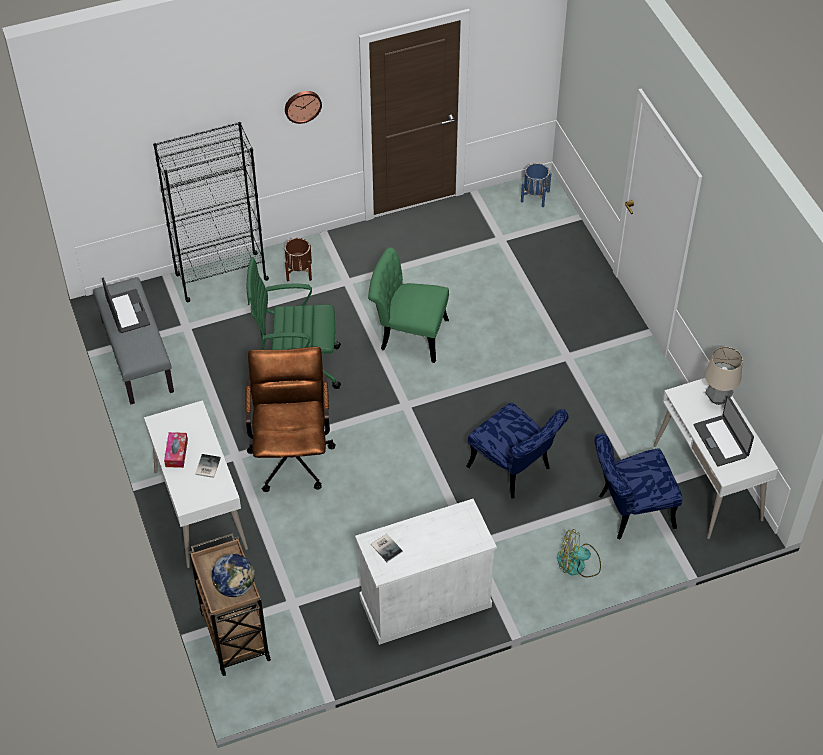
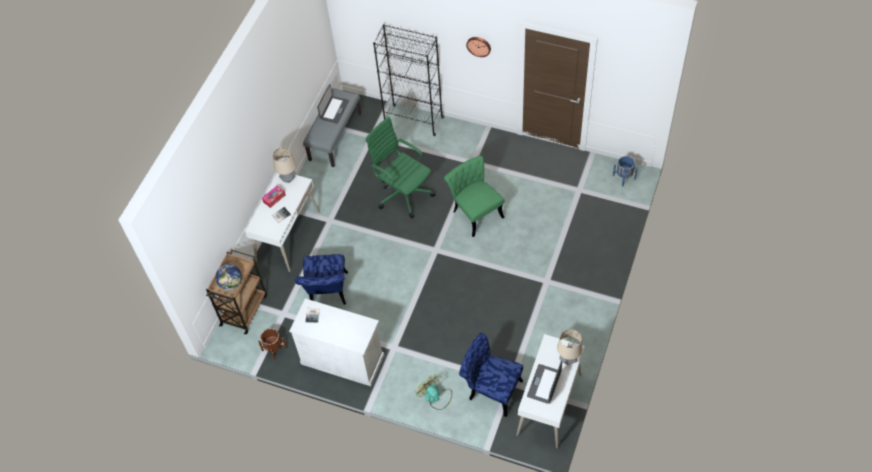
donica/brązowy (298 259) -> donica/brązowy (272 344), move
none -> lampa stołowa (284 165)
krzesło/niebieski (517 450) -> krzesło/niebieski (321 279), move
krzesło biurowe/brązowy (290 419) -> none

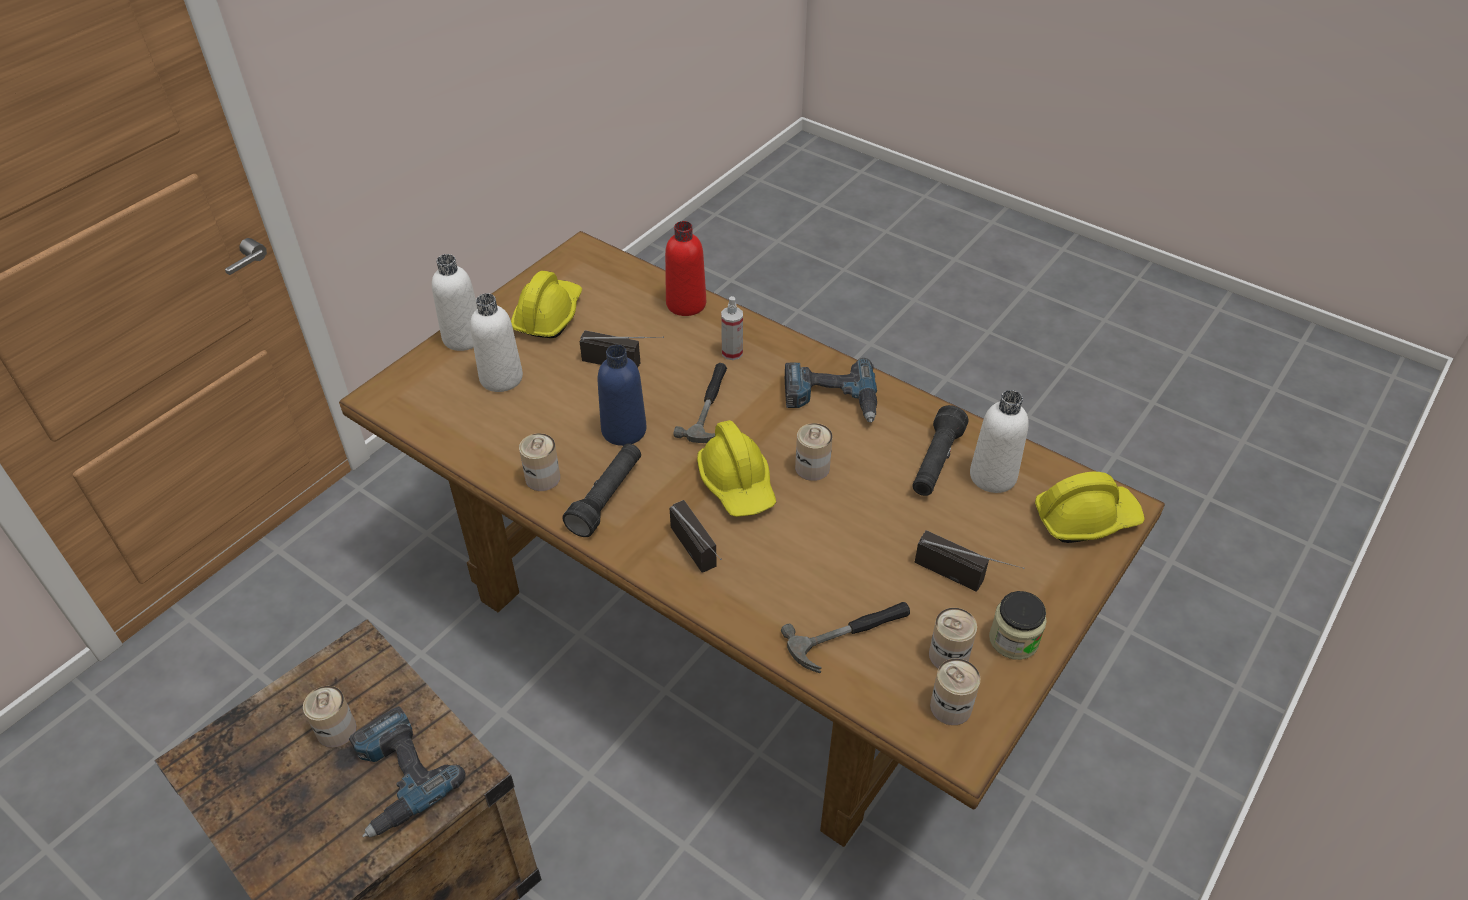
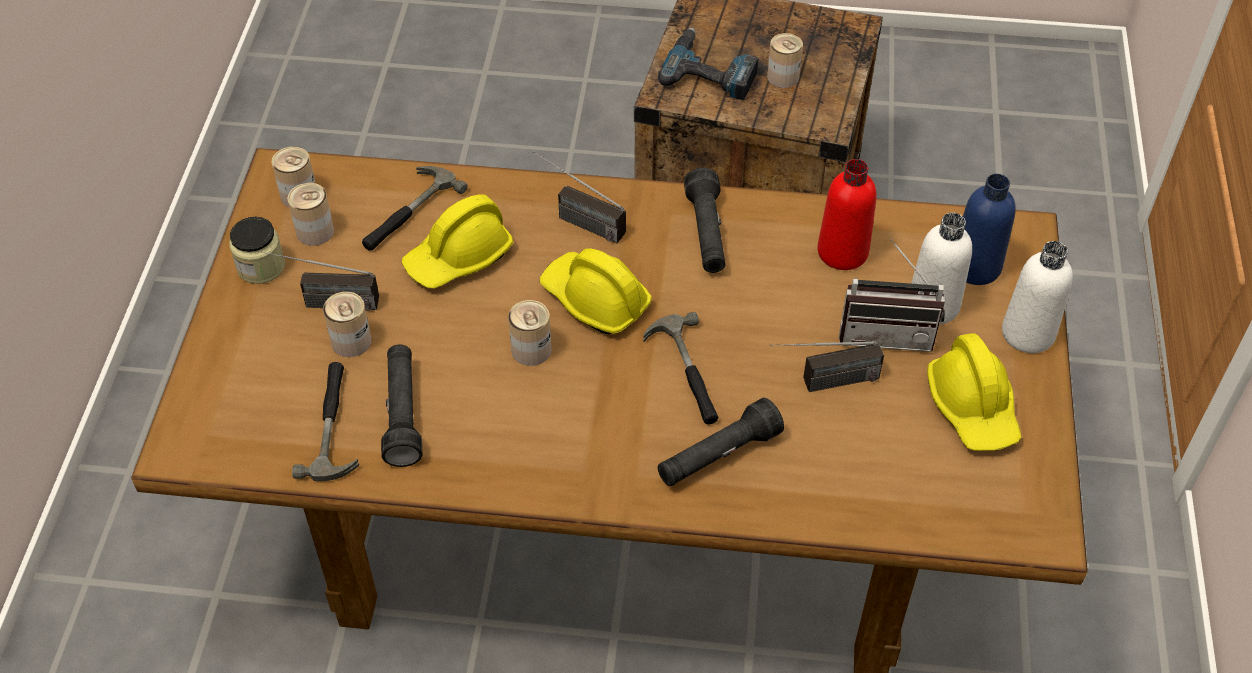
butelka/biały (999 441) -> młotek (325 421)
puszka (539 462) -> puszka (347 324), move
kask/żółty (1090 507) -> kask/żółty (457 241), move
spryskiwacz (732 328) -> latarka/czarny (721 442)
butelka/czerwony (685 268) -> butelka/czerwony (847 214), move
none -> radio (892 295)
butelka/niebieski (622 395) -> butelka/niebieski (989 229), move
wiertarka (831 390) -> none

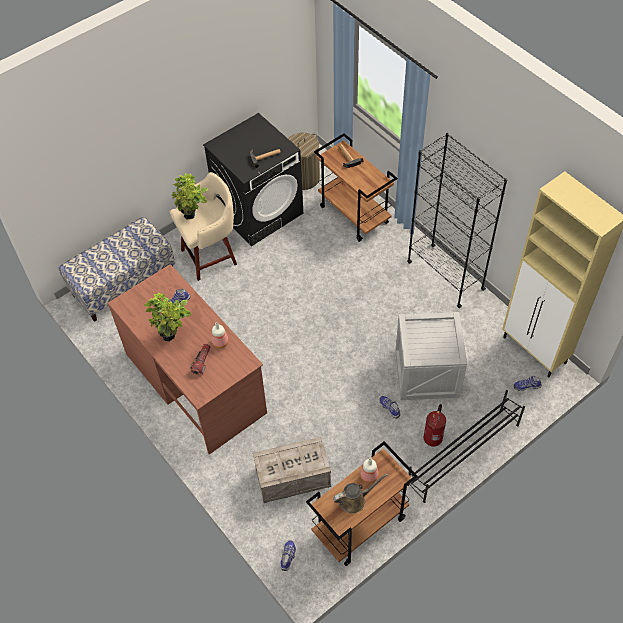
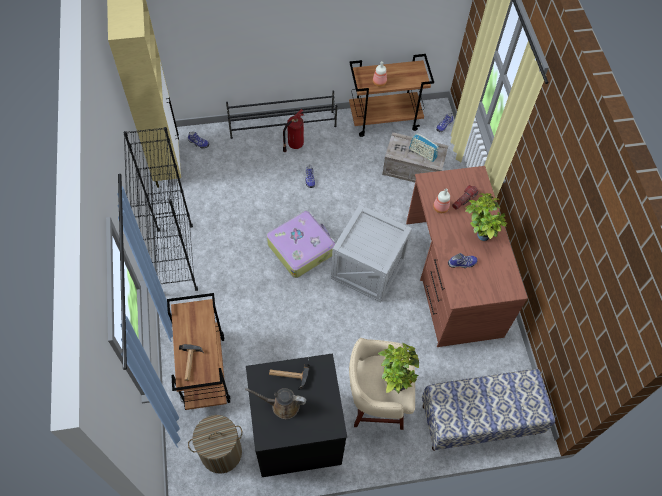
konewka/brązowy (360 493) -> konewka/brązowy (275 403), move
none -> walizka (301 244)
skrzynka (431 356) -> skrzynka (371 254), move
none -> radio (424 148)

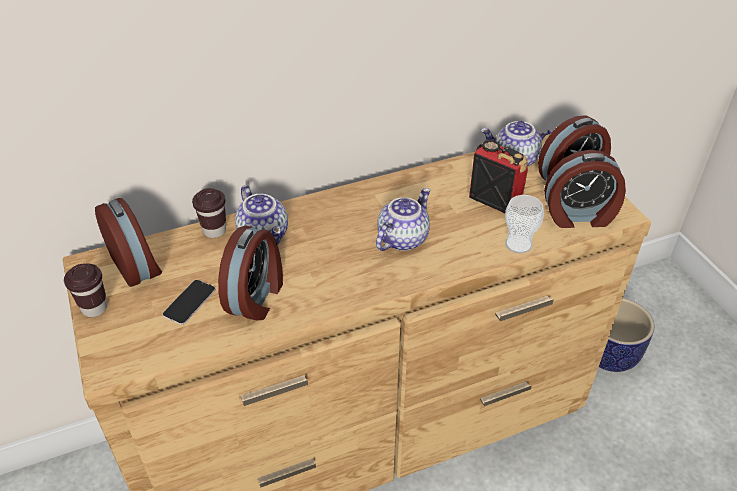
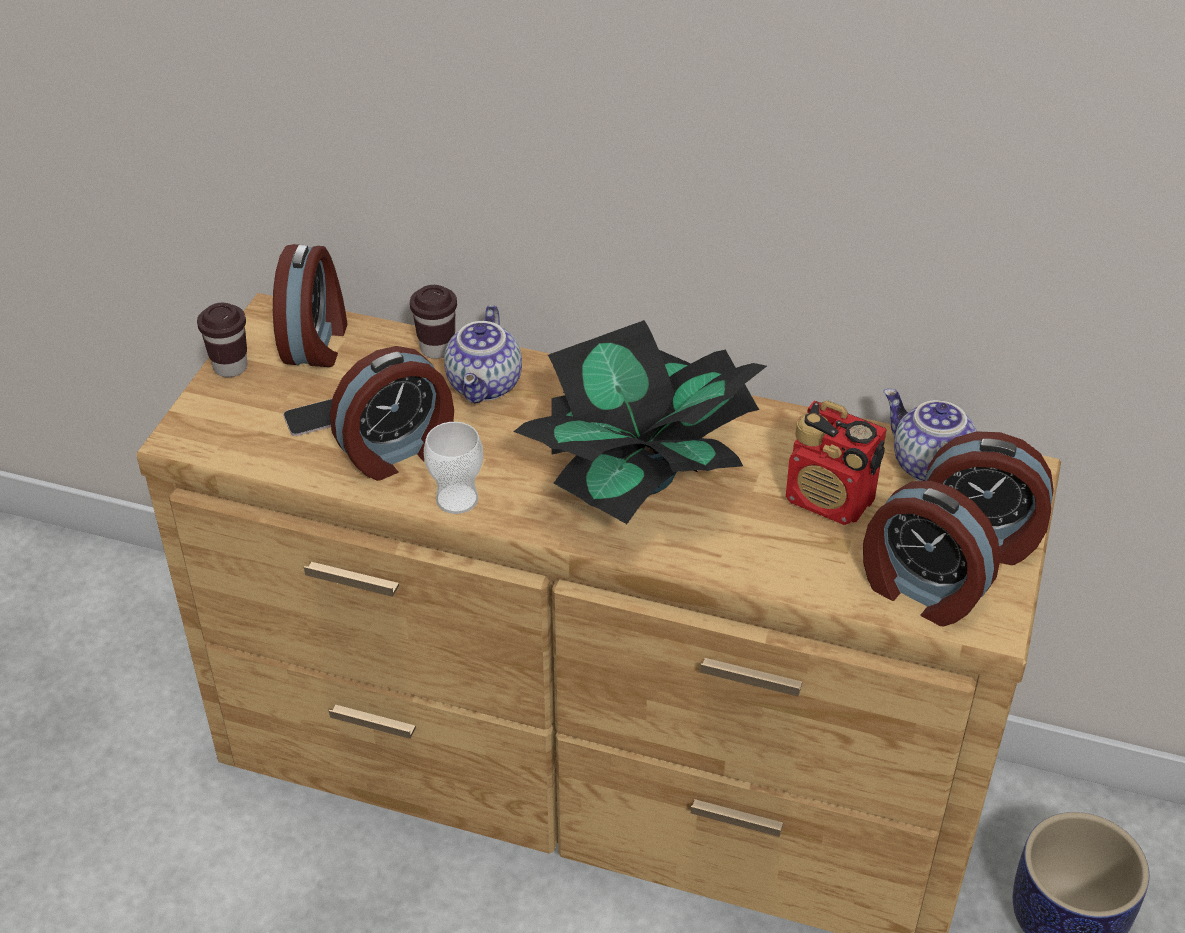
filiżanka (524 224) -> filiżanka (453 468), move
imbryk (403 219) -> roślina doniczkowa (640 422)
radio (498 176) -> radio (836 463), 135 degrees clockwise

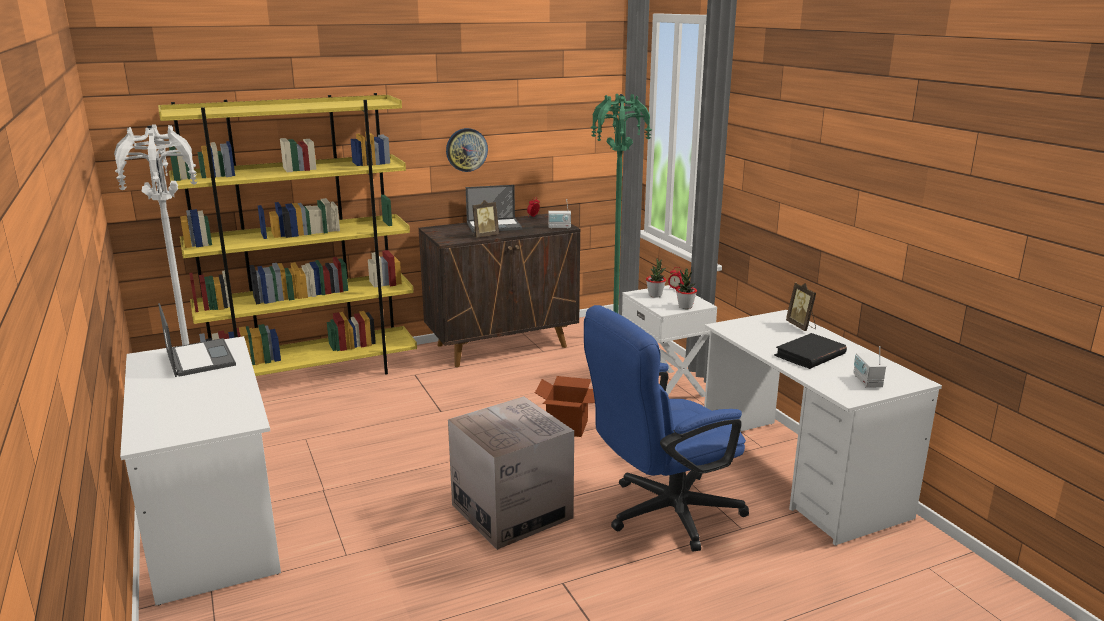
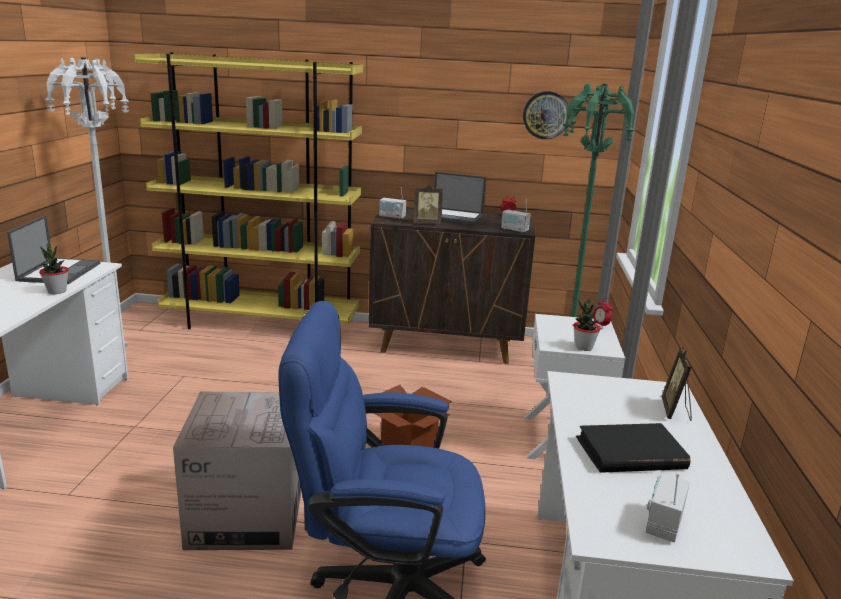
roślina doniczkowa (656 278) -> roślina doniczkowa (54 268), move
none -> radio (392 203)
zegar ścienny (467 150) -> zegar ścienny (545 115), move

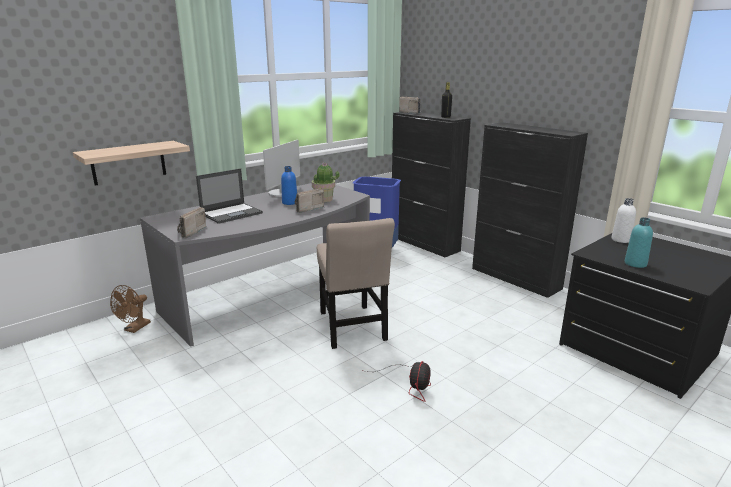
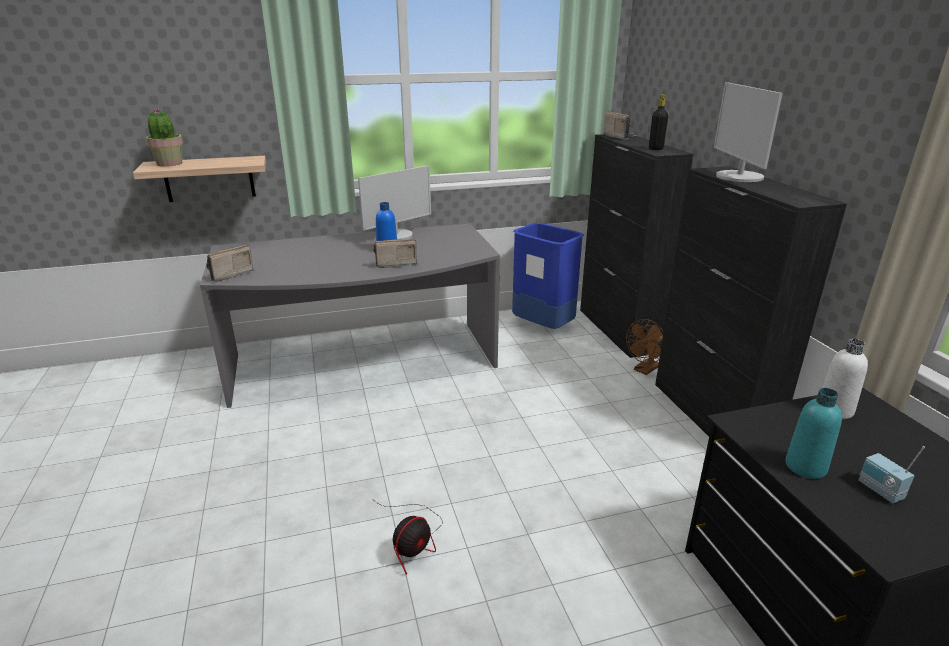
roślina doniczkowa (326 182) -> roślina doniczkowa (164 137), move
wentylator/brązowy (130 309) -> wentylator/brązowy (645 347), move
none -> monitor (748 132)
none -> radio (891 474)
laptop (229 196) -> none
krzesło/beżowy (356 283) -> none

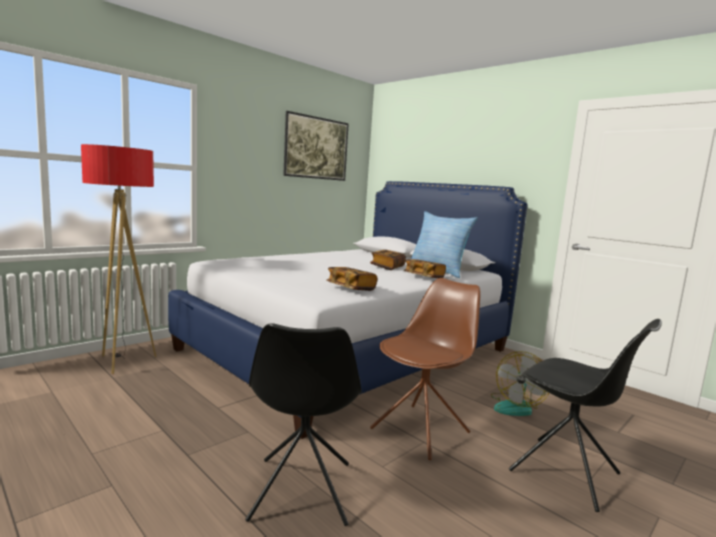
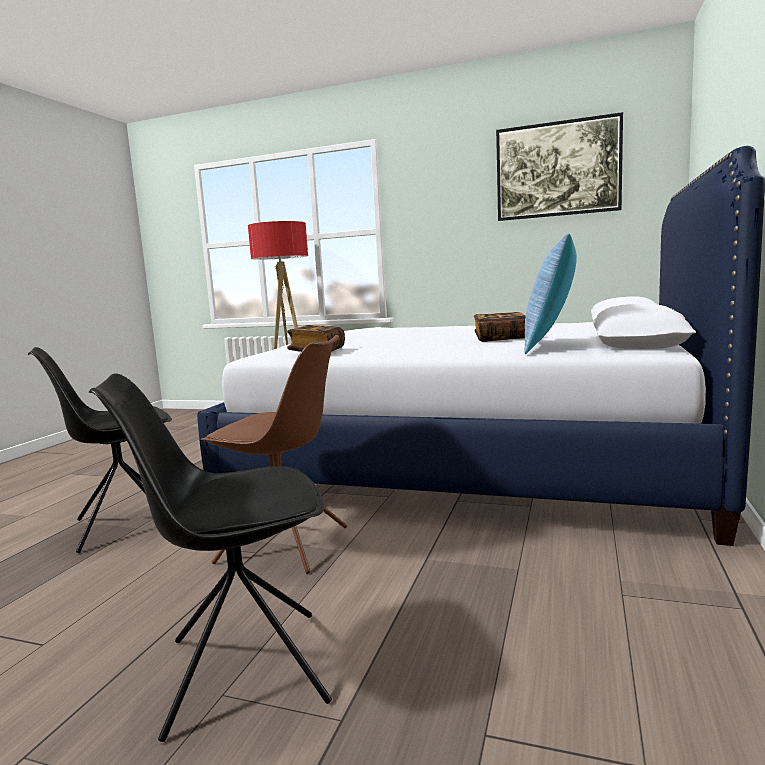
krzesło/czarny (585 415) -> krzesło/czarny (210 558), 60 degrees clockwise
książka (425 268) -> none
wentylator (520 383) -> none

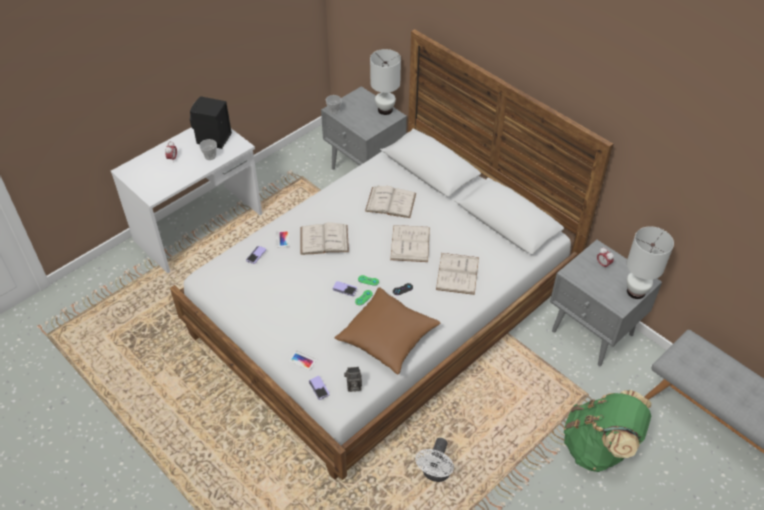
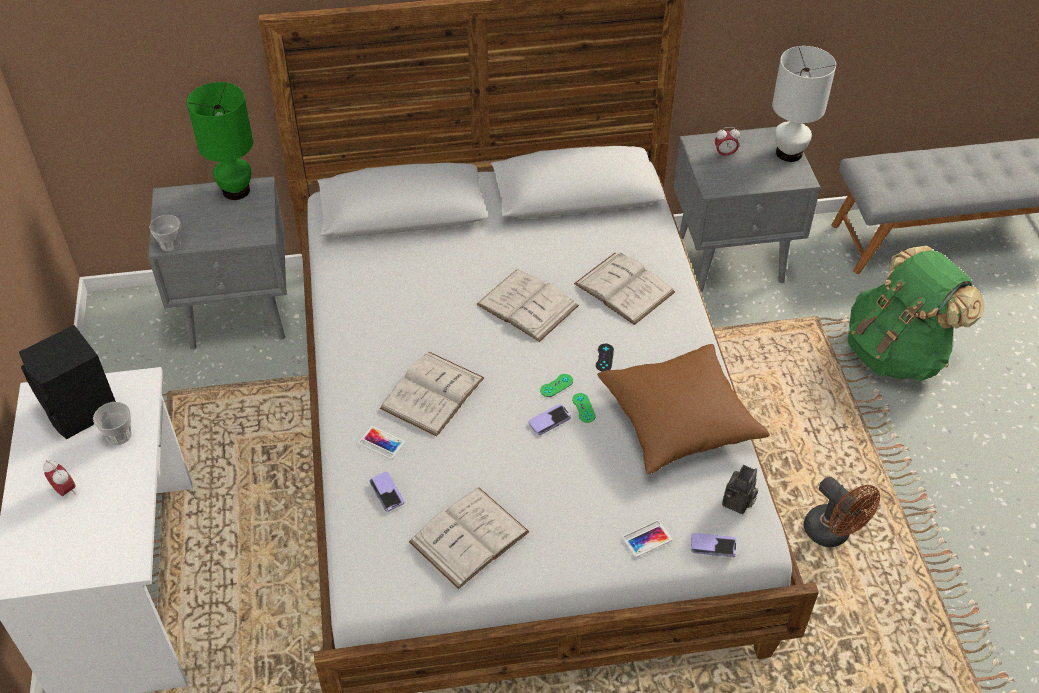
lampa stołowa/biały (385 82) -> lampa stołowa/zielony (220 141)
książka/biały (390 202) -> książka/biały (469 538), move
wentylator/biały (434 460) -> wentylator/brązowy (842 512)

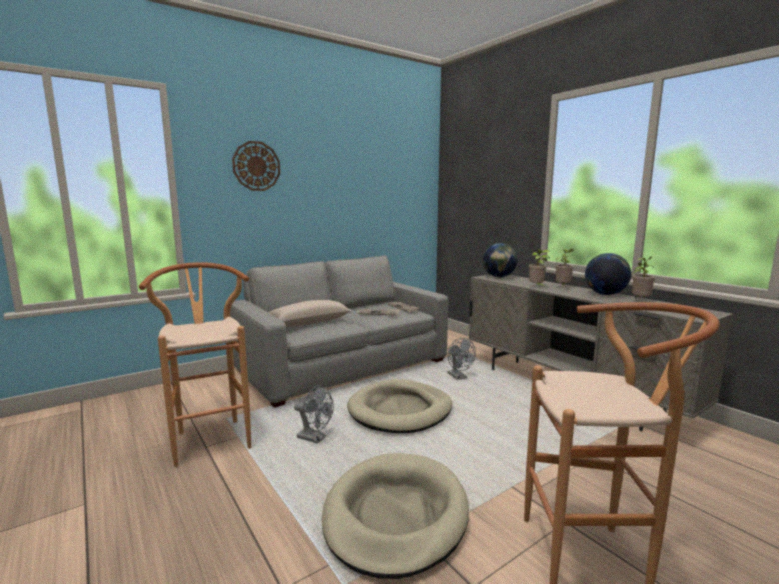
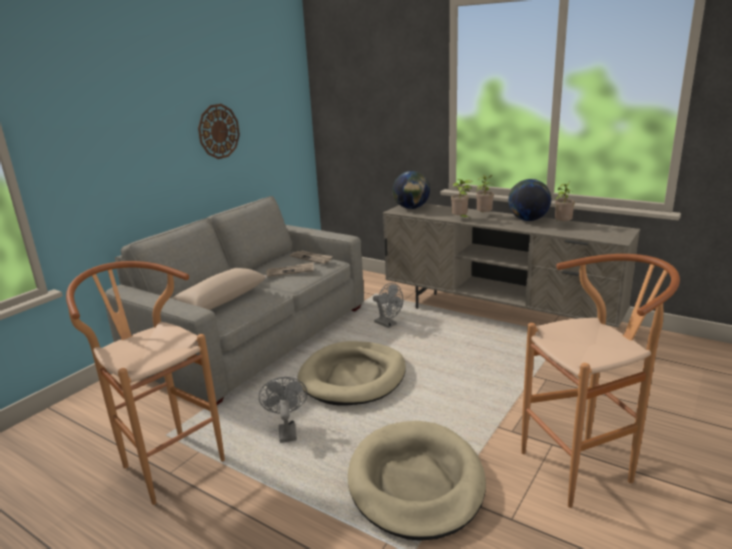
zegar ścienny (256 166) -> zegar ścienny (219 131), move
wentylator/szary (314 414) -> wentylator/szary (283 410), 105 degrees counterclockwise

